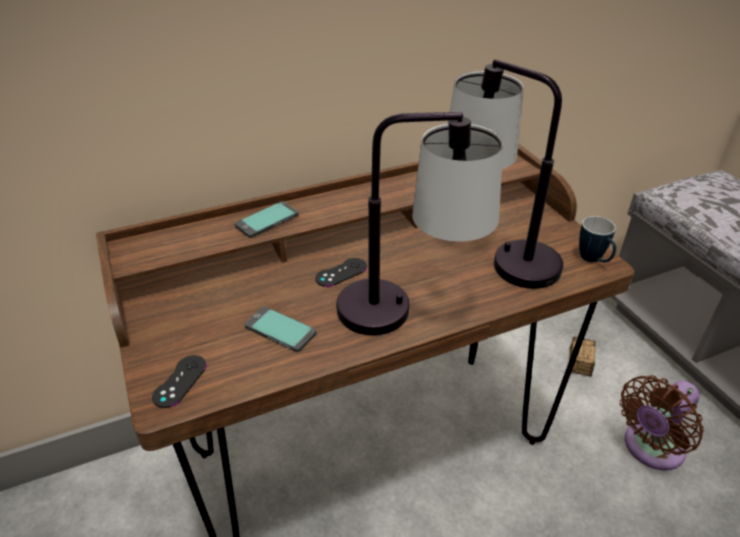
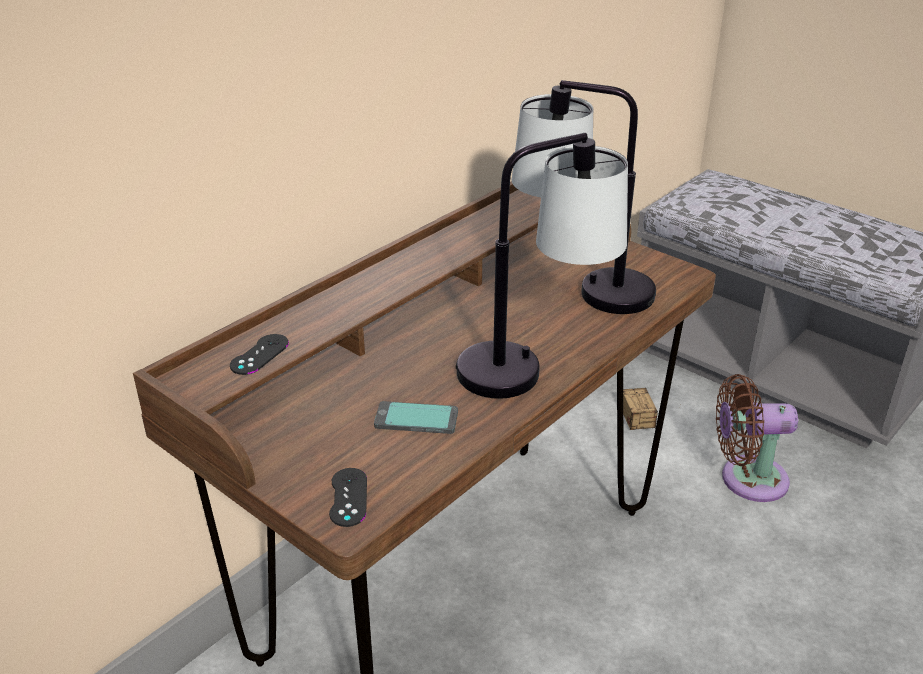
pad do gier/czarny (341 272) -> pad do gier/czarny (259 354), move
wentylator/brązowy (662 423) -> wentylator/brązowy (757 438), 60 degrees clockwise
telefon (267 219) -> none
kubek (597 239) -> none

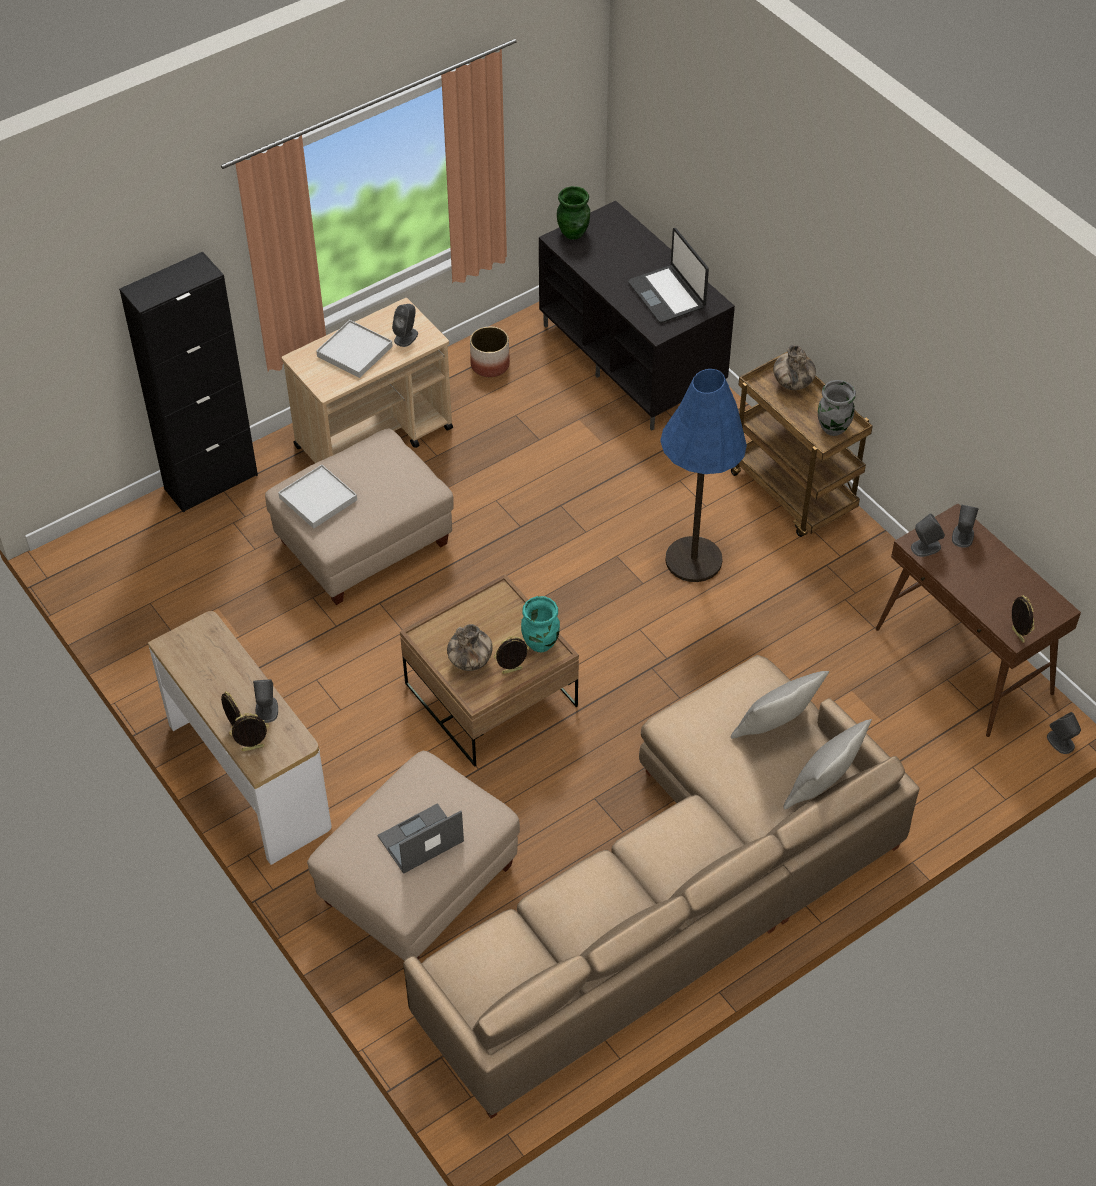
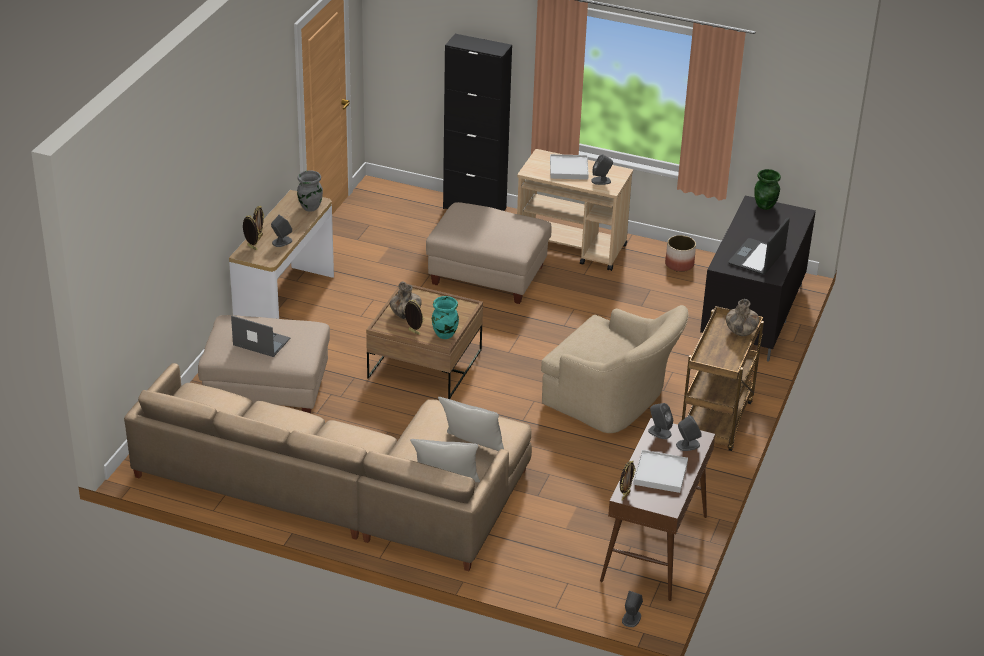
wazon/szary (837 408) -> wazon/szary (310 191), move
lampa stojąca/niebieski (703 475) -> fotel/beżowy (614 369)
taca/biały (317 497) -> taca/biały (660 471), move

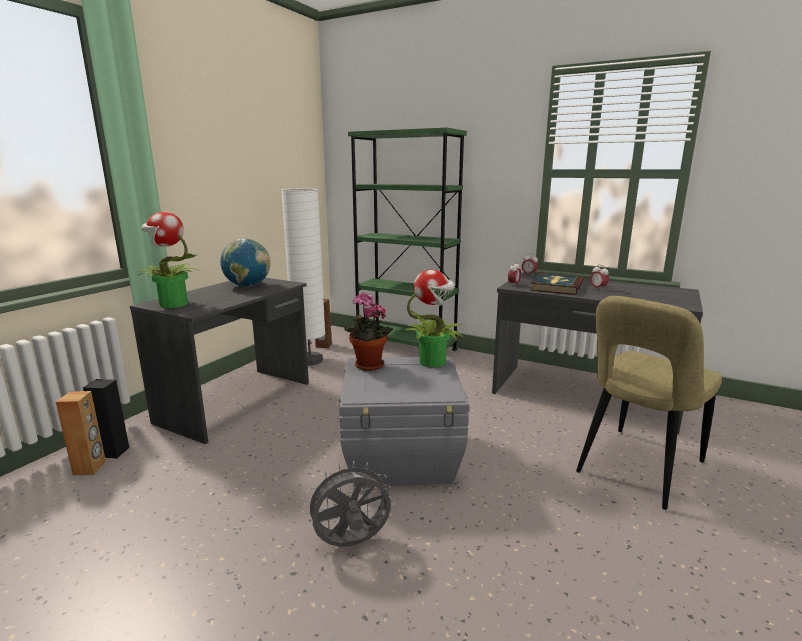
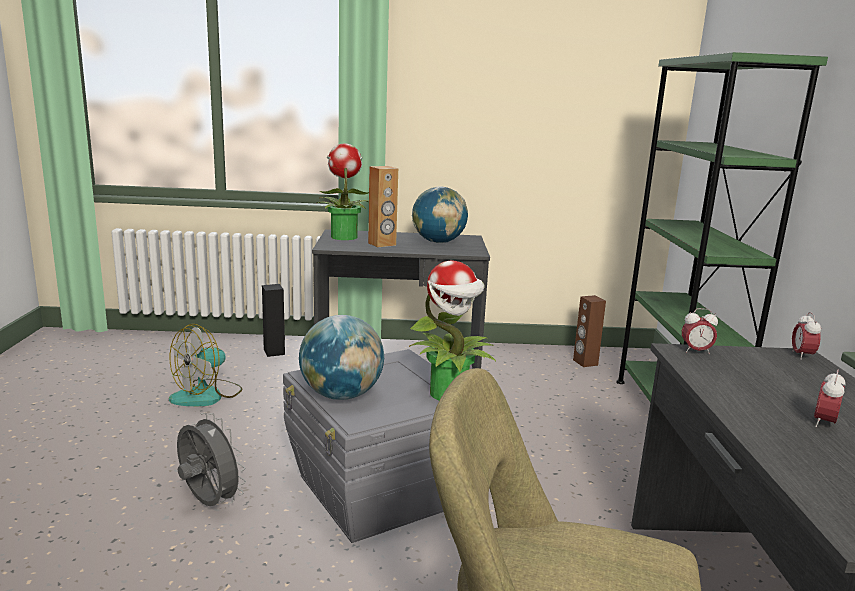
none -> wentylator (205 365)
none -> globus (341 357)
głośnik/brązowy (81 433) -> głośnik/brązowy (383 206), move
lampa stojąca/biały (303 277) -> none
roślina doniczkowa (368 331) -> none
książka (556 284) -> none

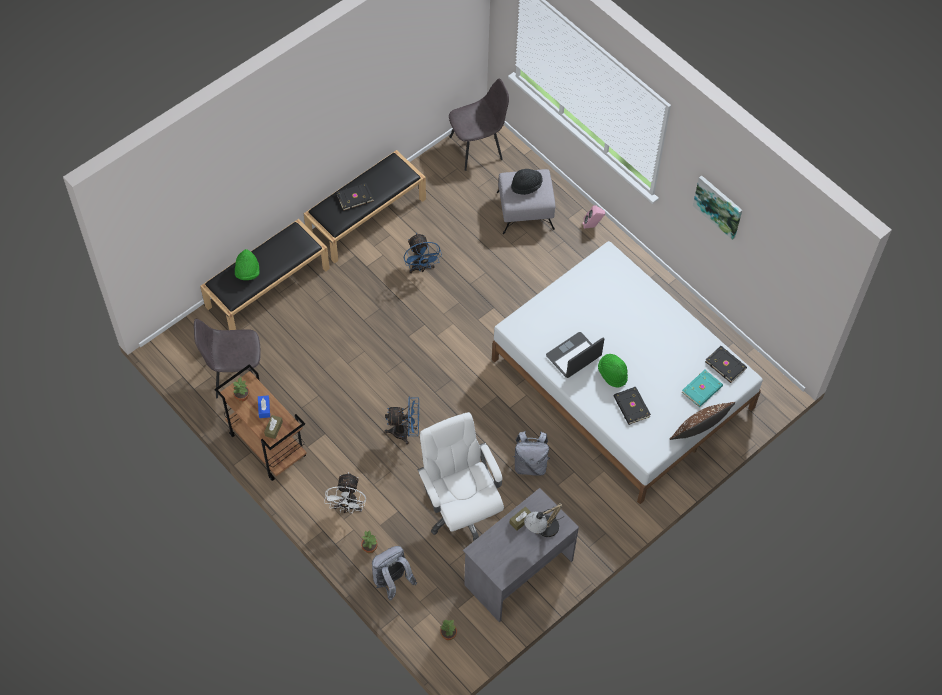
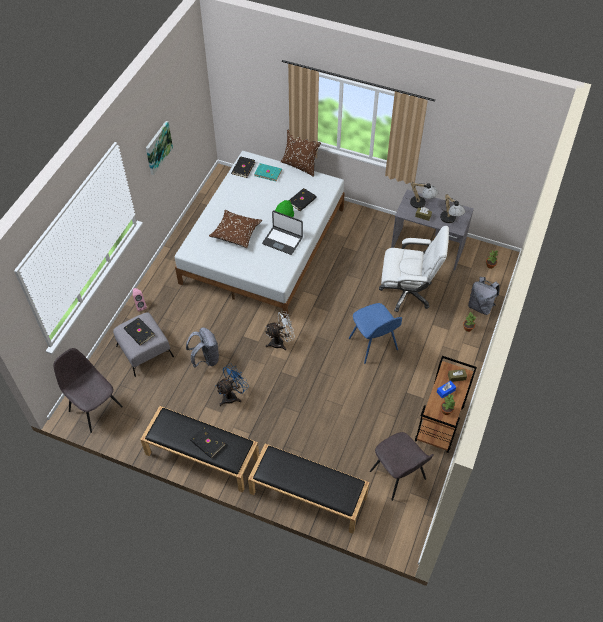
kapelusz/czarny (527 182) -> książka/czarny (139 331)
plecak/szary (531 453) -> plecak/szary (202 347), move
none -> poduszka/brązowy (235 229)
wentylator/biały (345 493) -> wentylator/biały (280 330), move
wentylator/niebieski (402 420) -> krzesło/niebieski (375 333)
krzesło biurowe/biały (460 476) -> krzesło biurowe/biały (414 269), 120 degrees counterclockwise
none -> lampa stołowa (452 208)
kapelusz/zielony (247 264) -> none

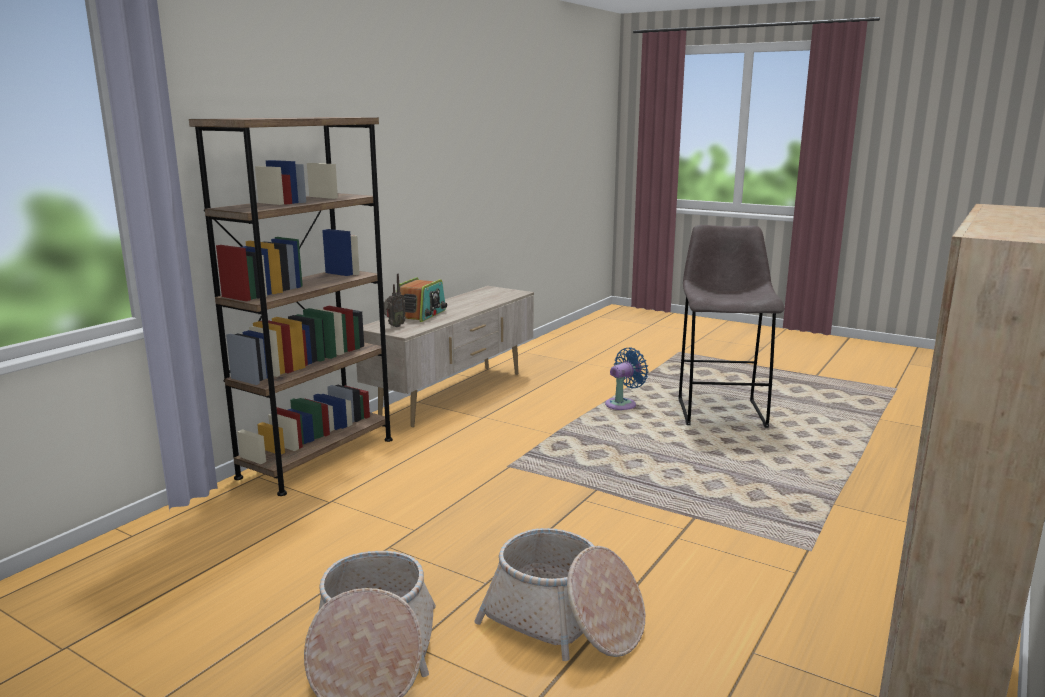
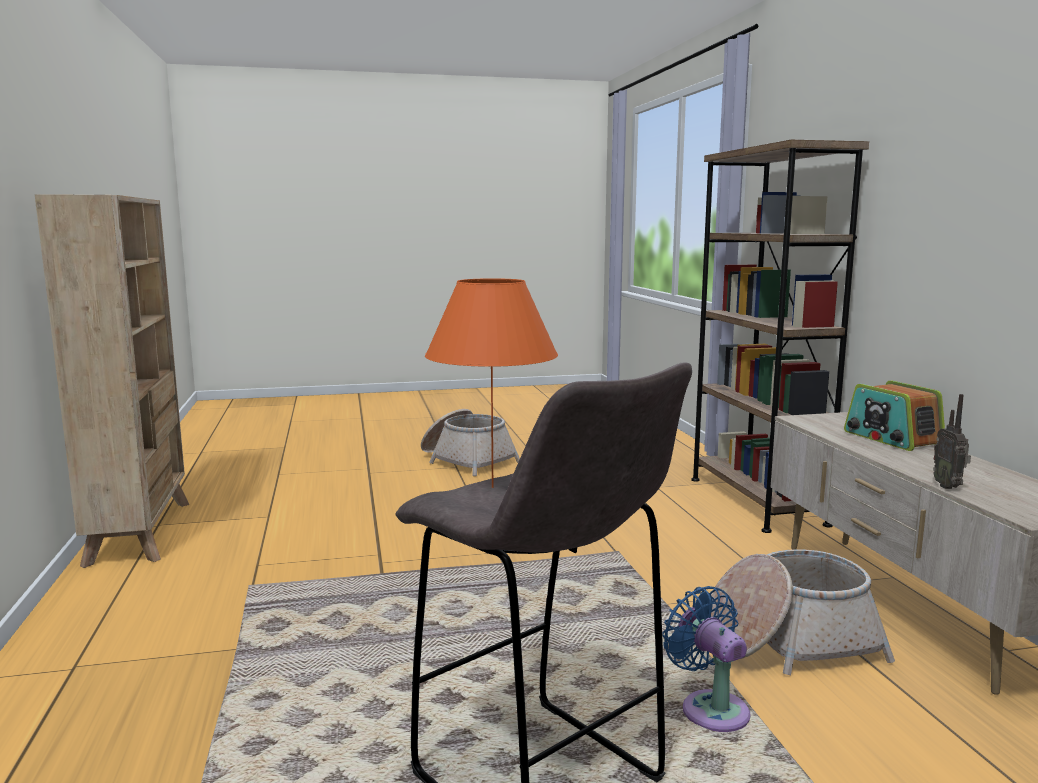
none -> lampa stołowa/pomarańczowy (491 383)
wentylator/niebieski (627 378) -> wentylator/niebieski (706 659), 150 degrees clockwise
koszyk (560 594) -> koszyk (803 612), move
radio (395 300) -> radio (952 441), move

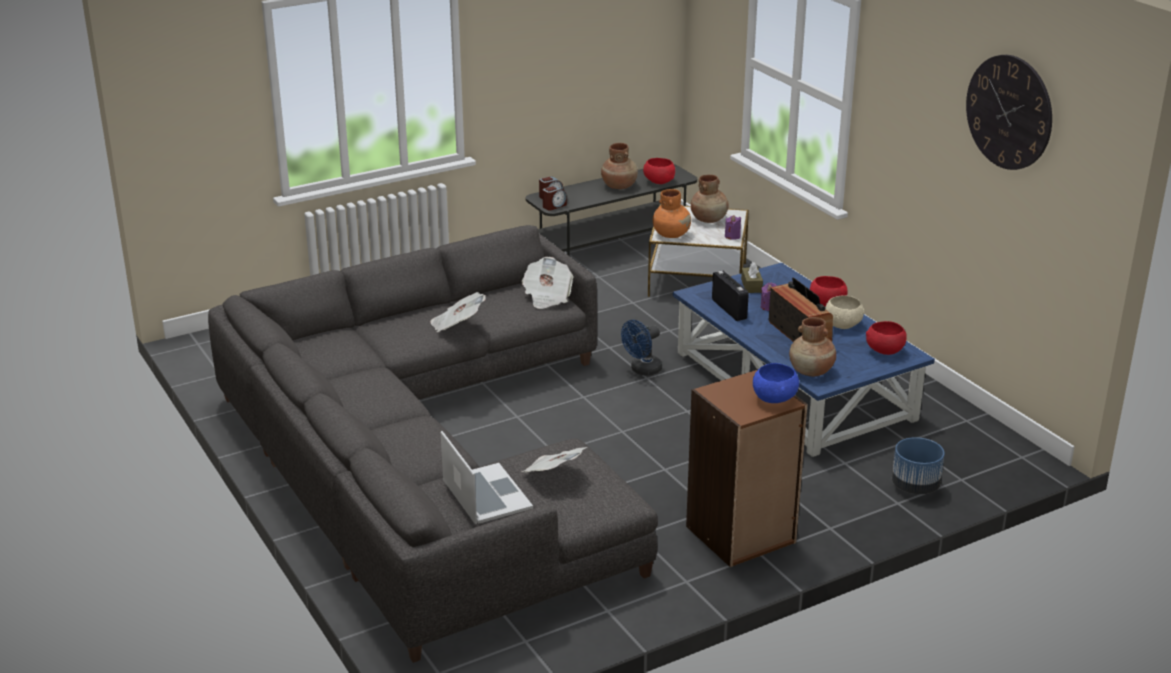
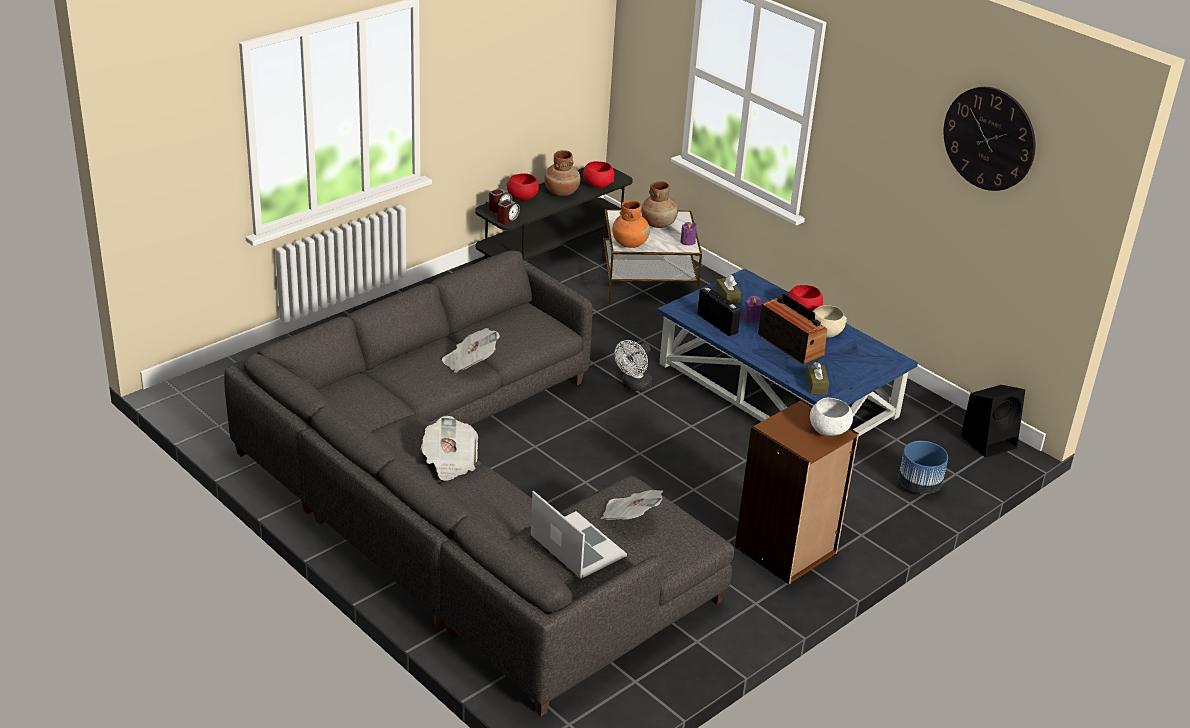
gazeta (548 283) -> gazeta (449 448), move
miska/czerwony (886 338) -> miska/czerwony (522 186), move
wentylator/niebieski (641 347) -> wentylator/biały (633 365)
wazon/brązowy (812 346) -> pudełko chusteczek/brązowy (817 378)
miska/niebieski (776 383) -> miska/biały (831 417)
none -> głośnik/czarny (993 421)

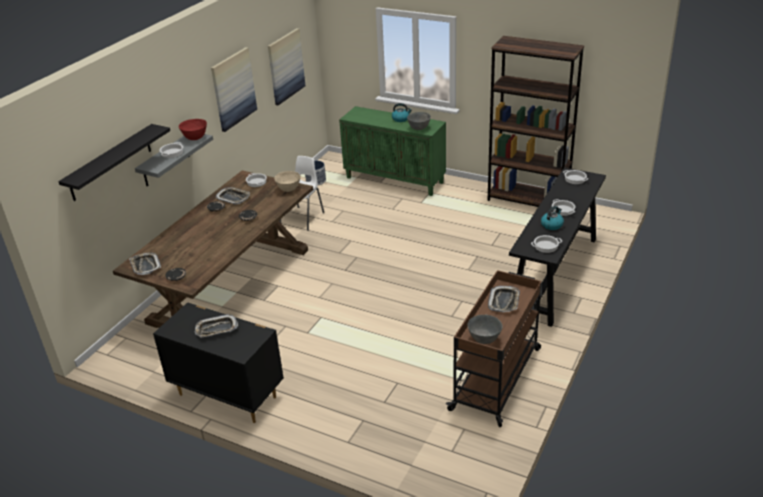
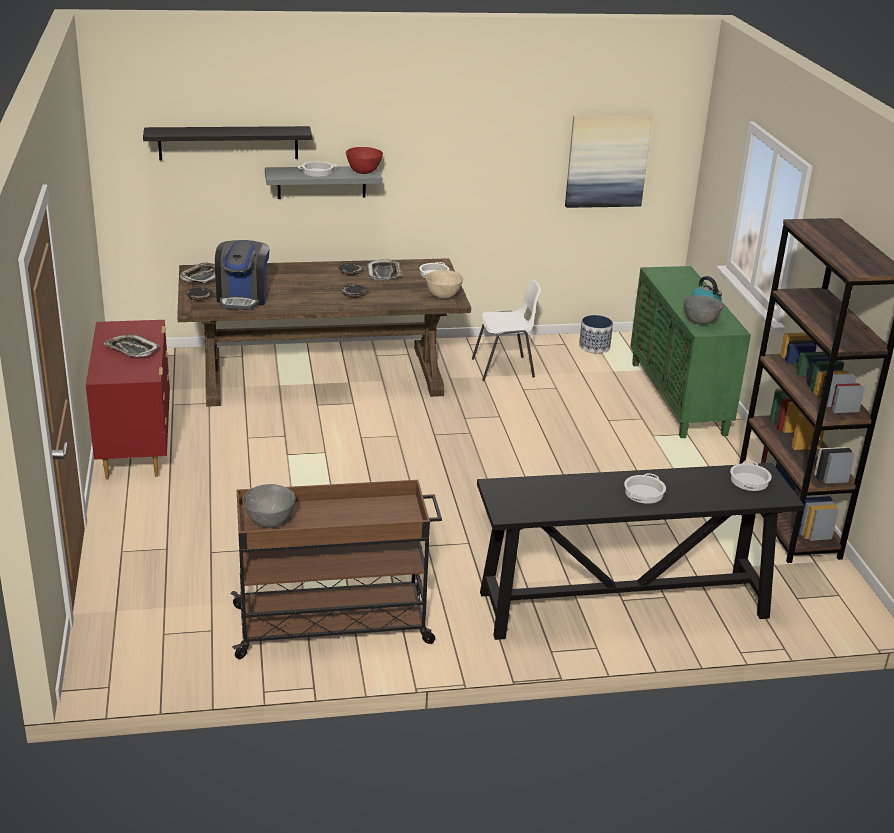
komoda/czarny (218 362) -> komoda/czerwony (128 400)
none -> ekspres do kawy (242 275)
obraz (234 89) -> none
taca (504 299) -> none
garnek (546 244) -> none
czajnik (552 218) -> none

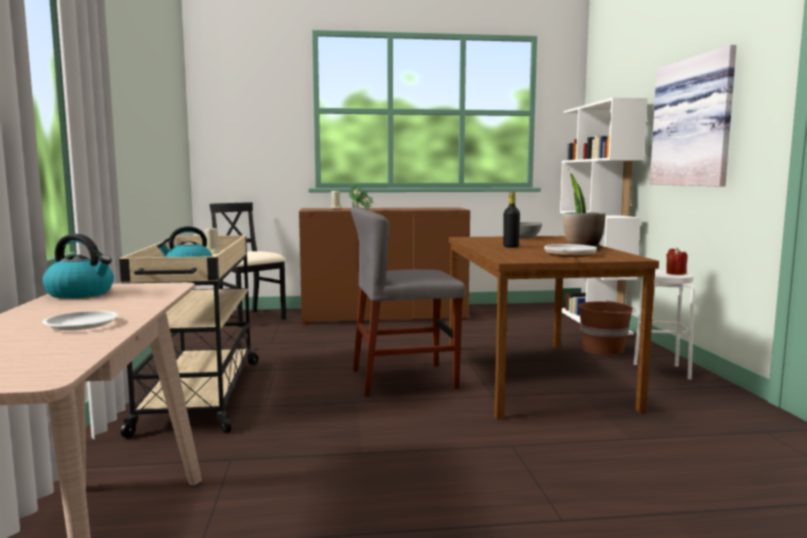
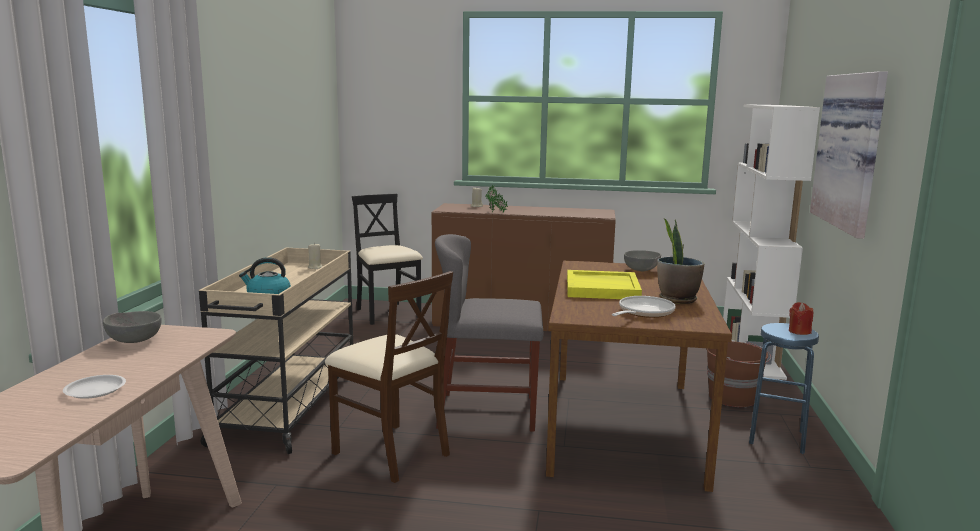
czajnik (78 266) -> miska/szary (132 327)
none -> krzesło/beżowy (389 377)
butelka/czarny (511 220) -> taca/żółty (604 284)
stołek/biały (664 325) -> stołek/niebieski (784 388)

